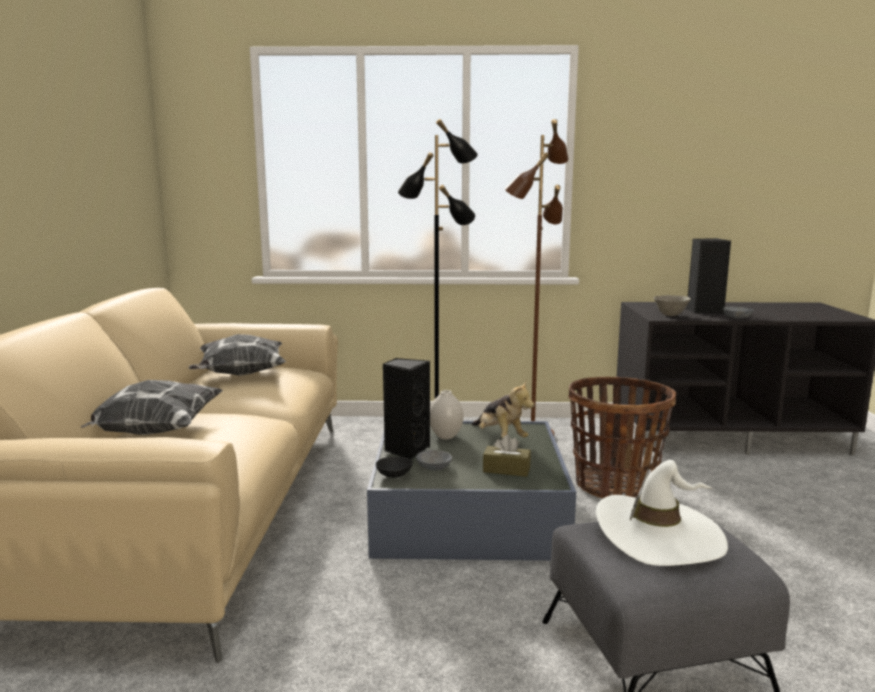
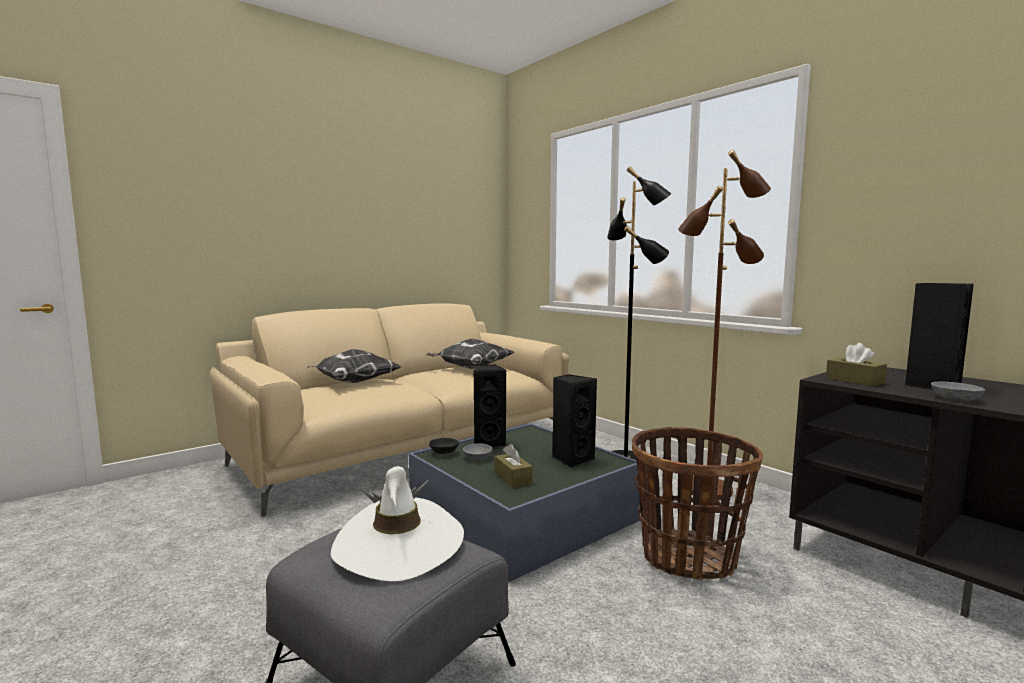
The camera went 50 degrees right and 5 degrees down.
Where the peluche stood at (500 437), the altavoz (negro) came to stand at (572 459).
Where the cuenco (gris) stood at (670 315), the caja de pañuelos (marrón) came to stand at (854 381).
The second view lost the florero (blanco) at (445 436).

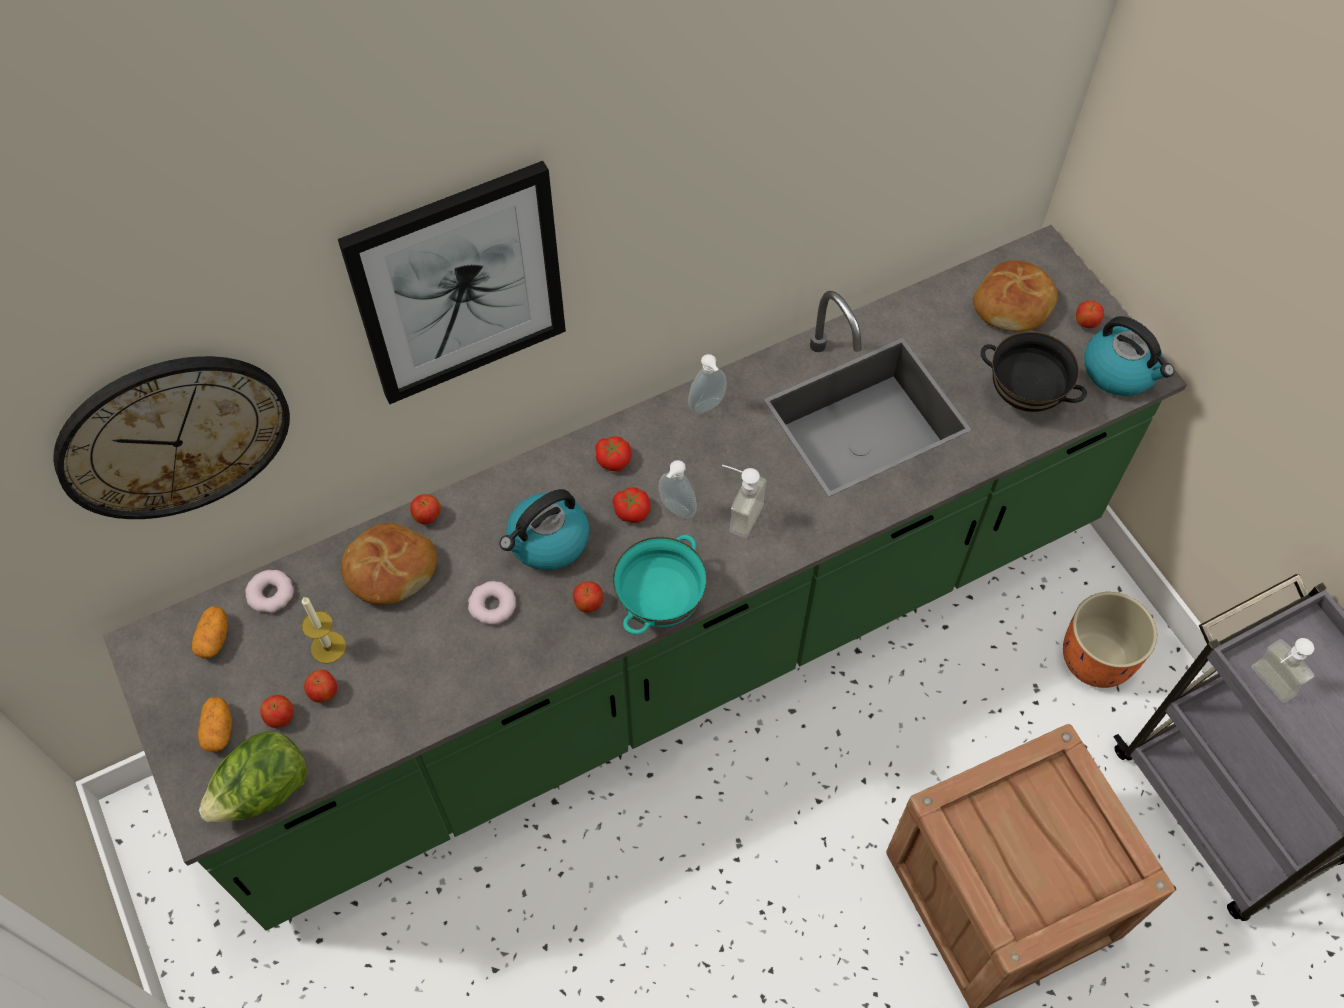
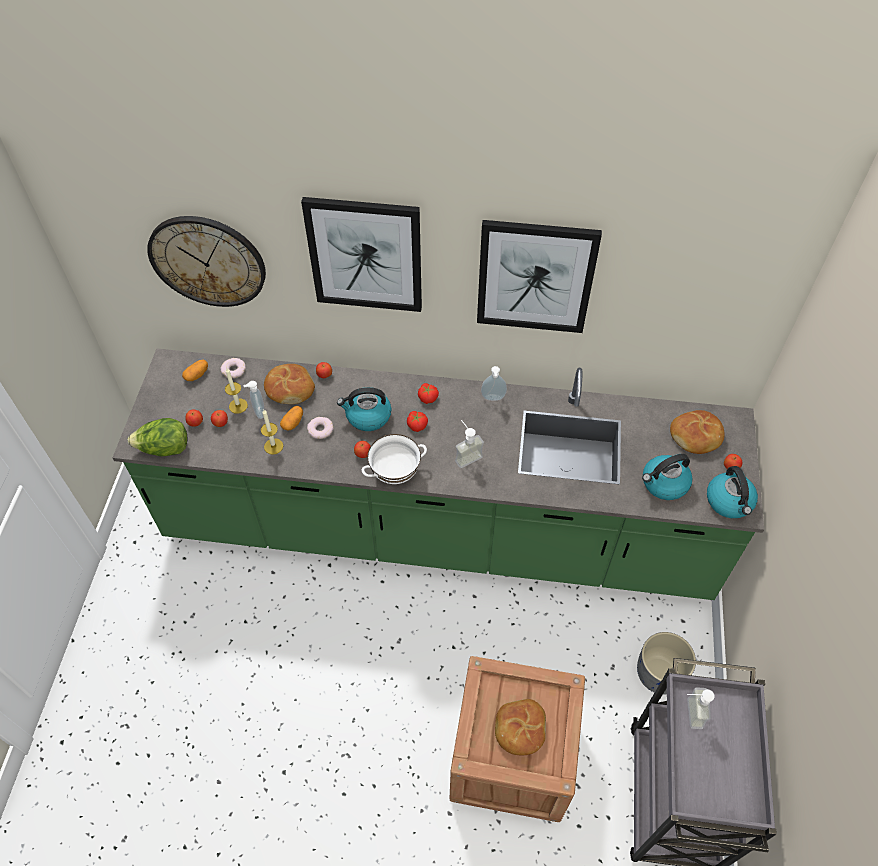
The camera went 35 degrees right and 5 degrees down.
The dispensador de jabón ended up elsewhere, having gone from (675 510) to (258 412).
The second view gained the vela at (273 446).
The patata ended up elsewhere, having gone from (219 730) to (293 422).
What was the cuenco (turquesa) at (661 604) turned into the cuenco (blanco) at (395 474).
The second view gained the cuadro at (535 277).
The second view gained the pan at (519 729).
What was the maceta (naranja) at (1097 659) turned into the maceta (gris) at (659 674).
Where the cuenco (negro) stood at (1025 395), the hervidor came to stand at (664 484).

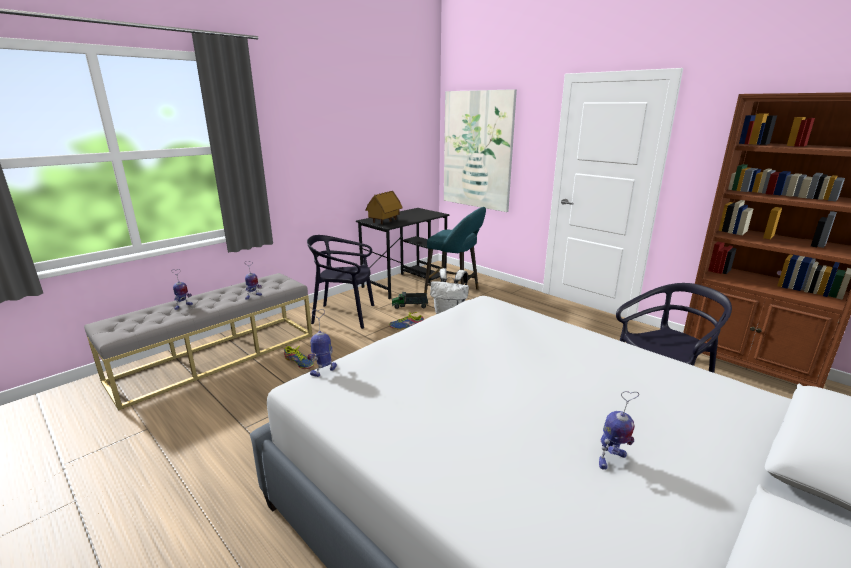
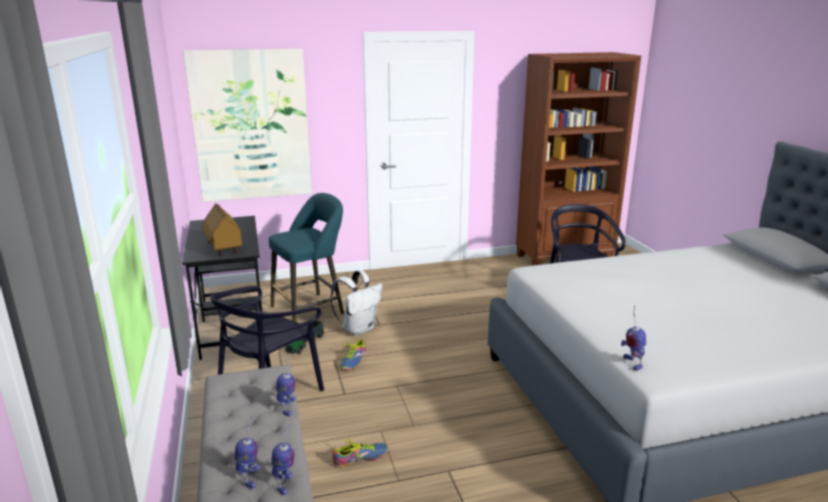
The camera went 60 degrees left and 0 degrees up.
The robot de juguete ended up elsewhere, having gone from (611 460) to (285 484).

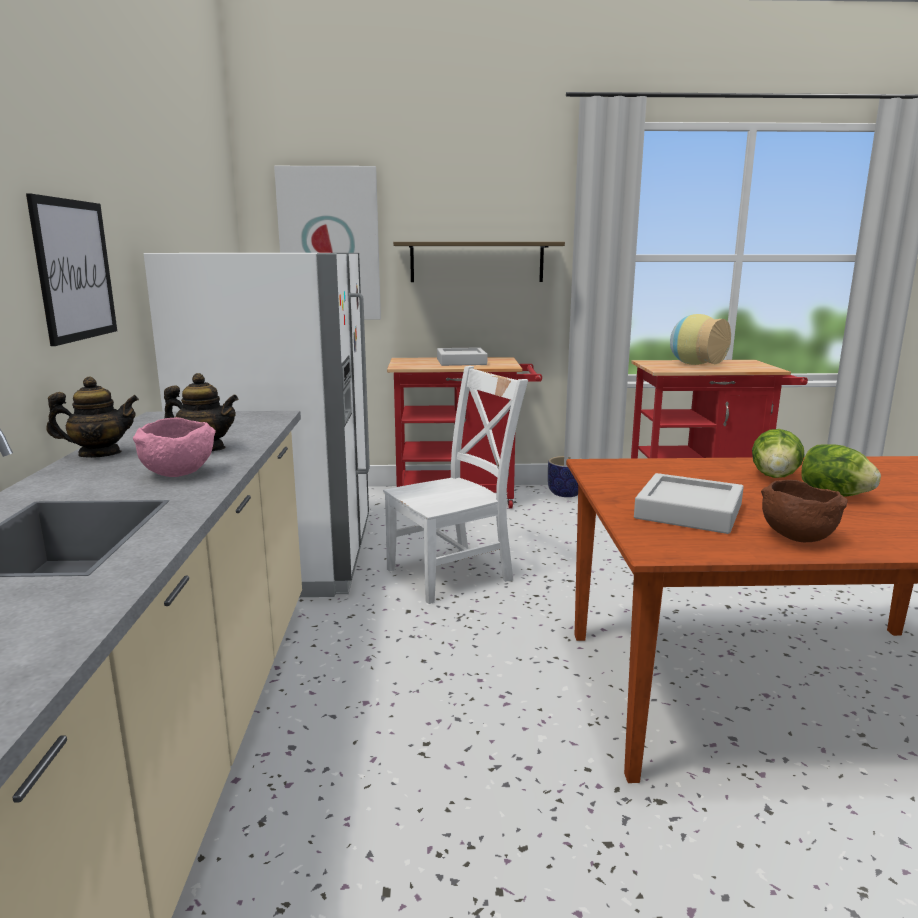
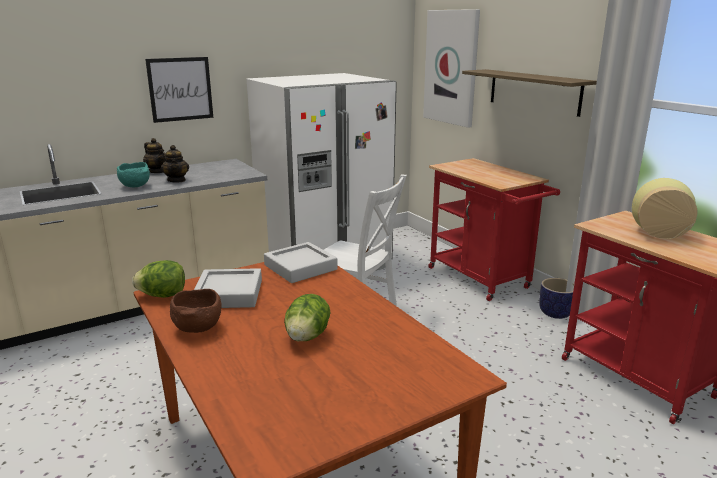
The camera went 60 degrees right and 5 degrees up.
What was the cuenco (rosa) at (179 473) turned into the cuenco (turquesa) at (136 186).
The lechuga ended up elsewhere, having gone from (774 476) to (163 295).
The bandeja (gris) ended up elsewhere, having gone from (461 362) to (300 267).

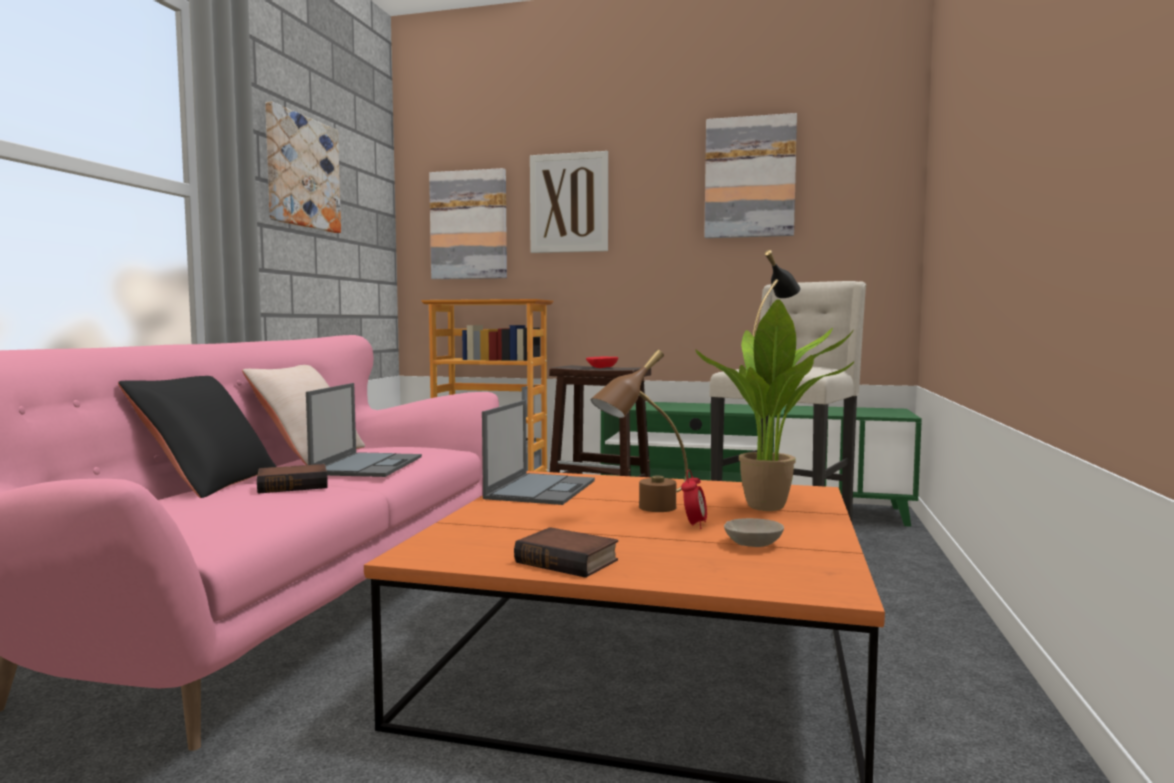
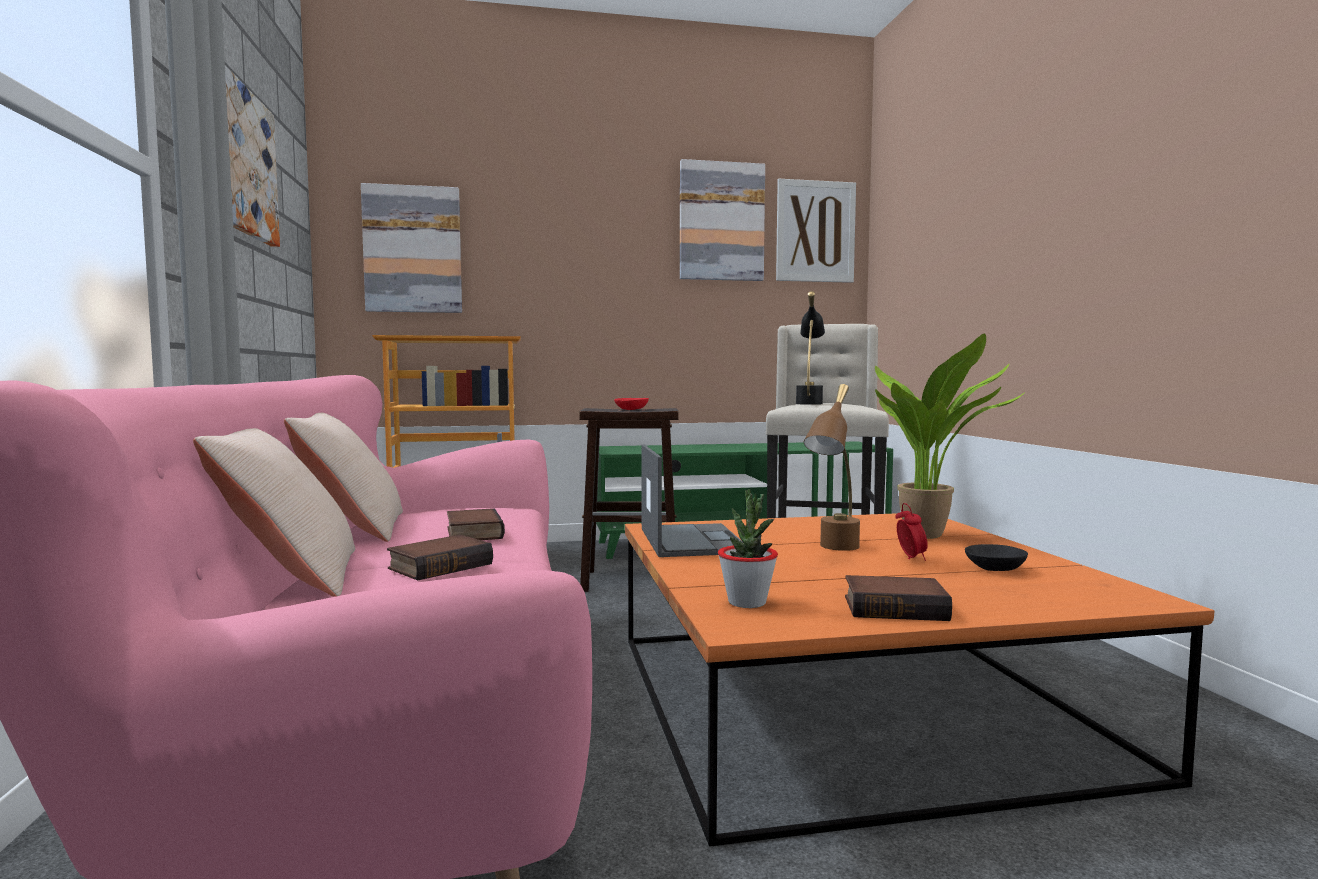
The camera went 25 degrees left and 0 degrees up.
What was the cojín (negro) at (207 483) turned into the cojín (beis) at (289 577).
Where the portátil stood at (368 465), the libro came to stand at (472 533).
The second view gained the planta en maceta at (747 602).
The cuadro ended up elsewhere, having gone from (569 203) to (815 231).
What was the cuenco (beis) at (755 544) turned into the cuenco (negro) at (997 569).

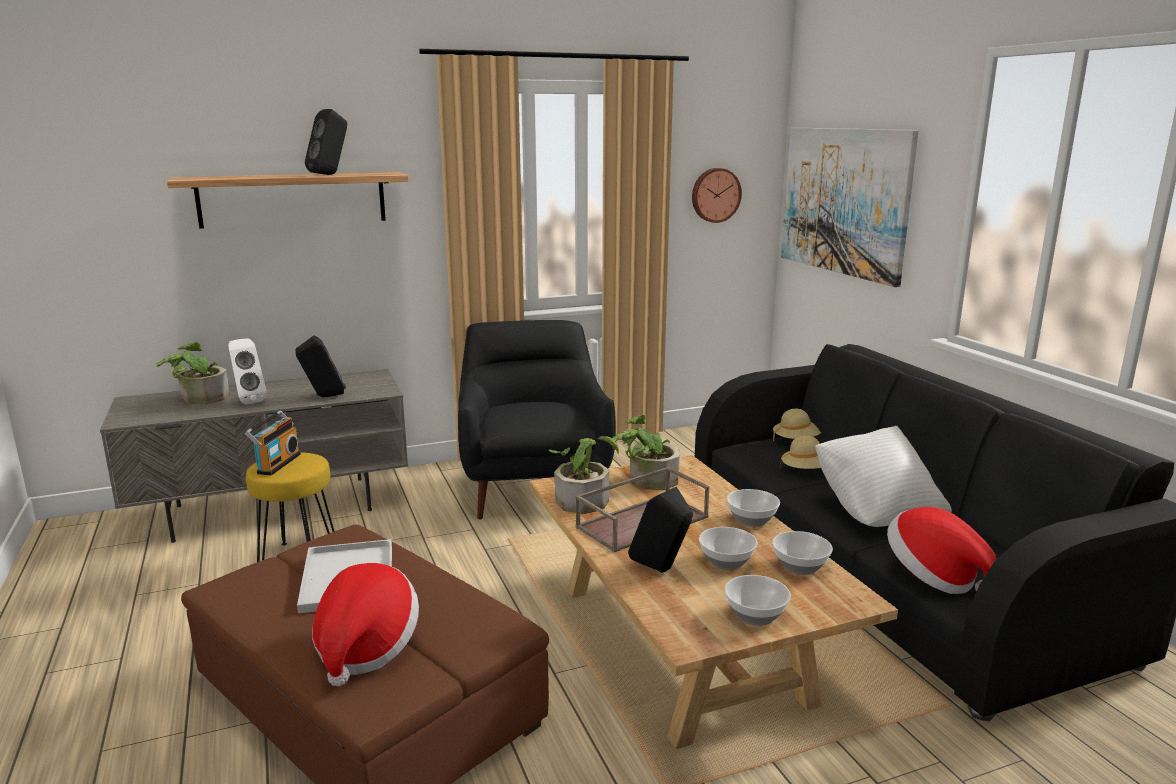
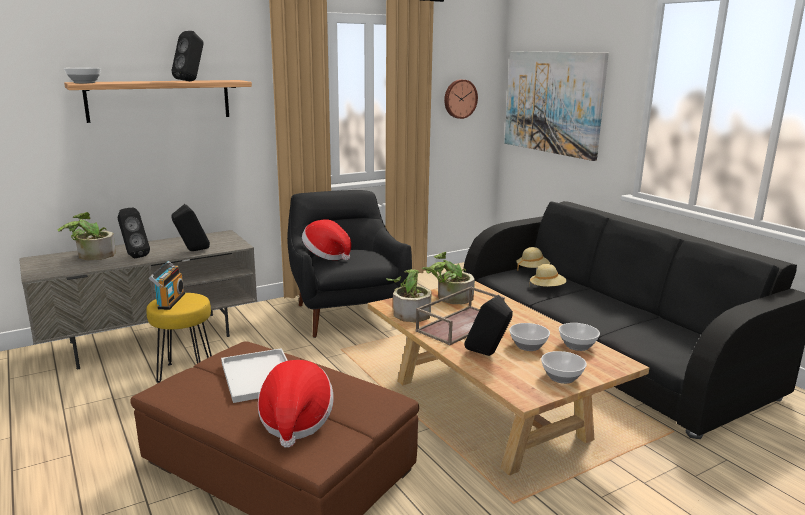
The camera went 10 degrees left and 0 degrees up.
The cuenco ended up elsewhere, having gone from (752 519) to (85 82).
What was the altavoz (blanco) at (248 401) turned into the altavoz (negro) at (133 256).
The sombrero ended up elsewhere, having gone from (933 576) to (327 255).
The second view lost the cojín (blanco) at (876 511).

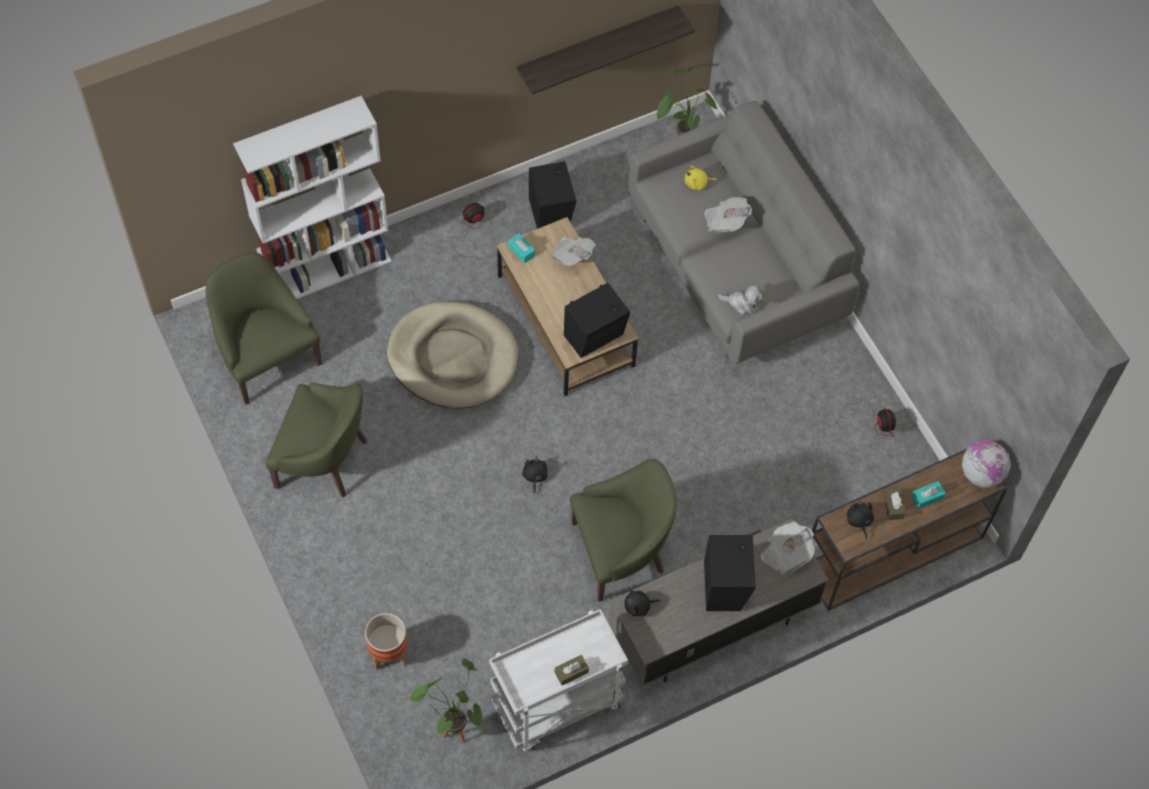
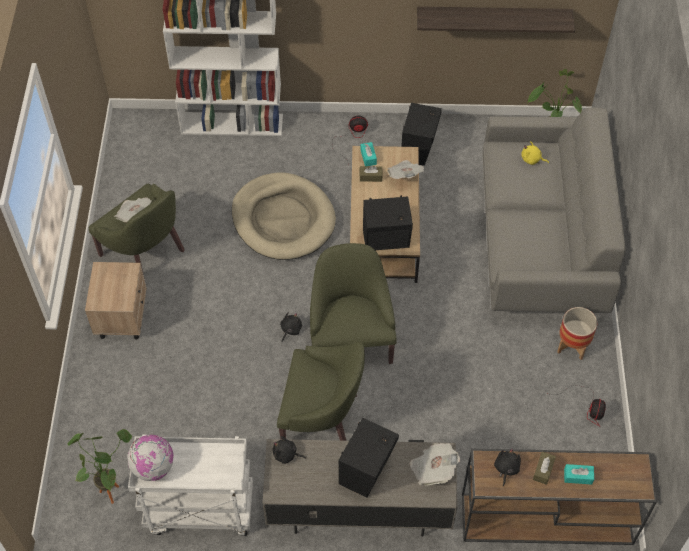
The camera went 30 degrees right and 5 degrees down.
The second view gained the mesita de noche (beis) at (122 317).
The periódico ended up elsewhere, having gone from (725 221) to (134 215).
The globo terráqueo ended up elsewhere, having gone from (981 474) to (153 467).
The sillón (verde) ended up elsewhere, having gone from (266 358) to (350 339).
The caja de pañuelos (marrón) ended up elsewhere, having gone from (571 672) to (370 177).
The maceta ended up elsewhere, having gone from (388 653) to (572 346).
The second view lost the peluche at (742 303).

